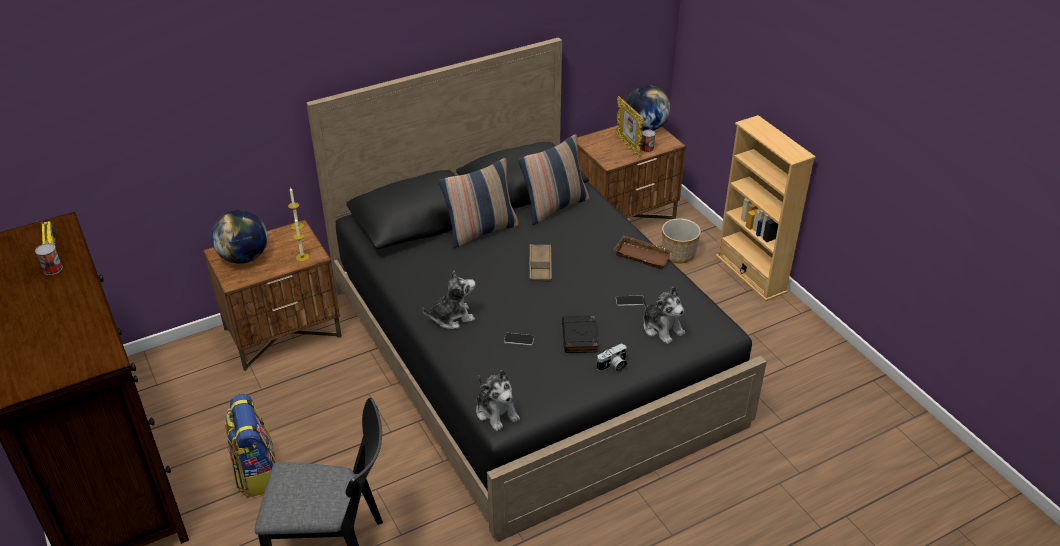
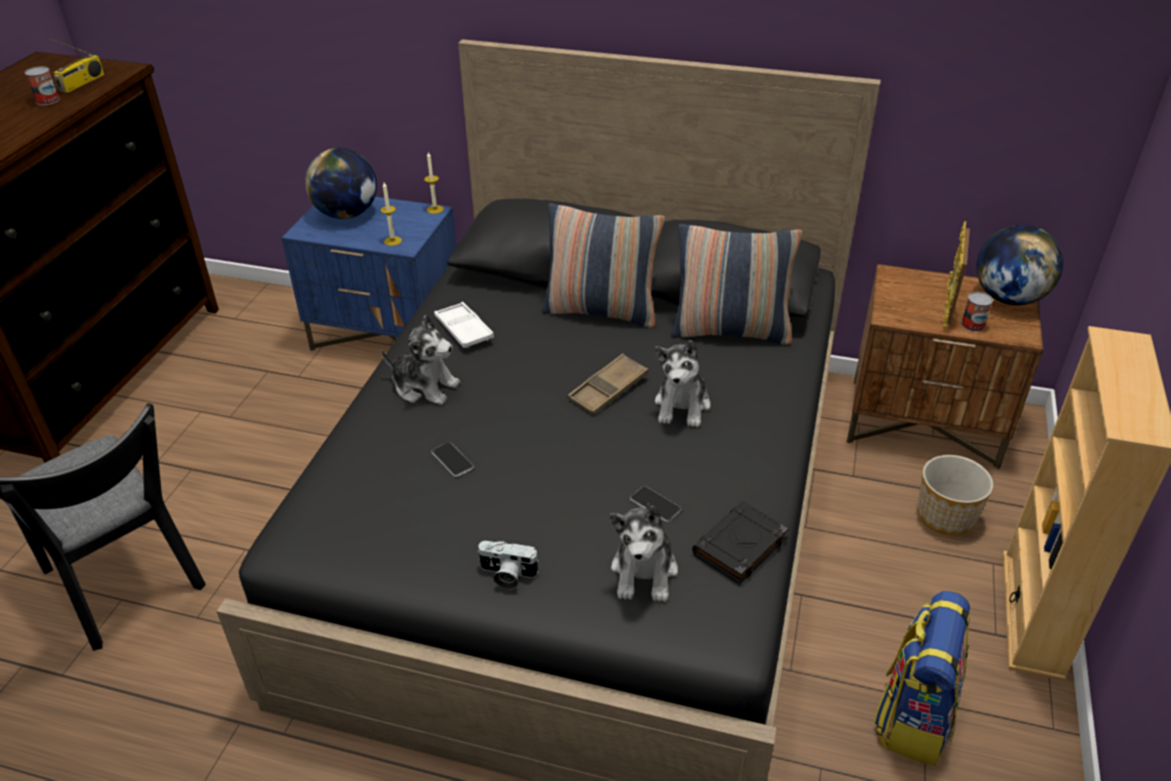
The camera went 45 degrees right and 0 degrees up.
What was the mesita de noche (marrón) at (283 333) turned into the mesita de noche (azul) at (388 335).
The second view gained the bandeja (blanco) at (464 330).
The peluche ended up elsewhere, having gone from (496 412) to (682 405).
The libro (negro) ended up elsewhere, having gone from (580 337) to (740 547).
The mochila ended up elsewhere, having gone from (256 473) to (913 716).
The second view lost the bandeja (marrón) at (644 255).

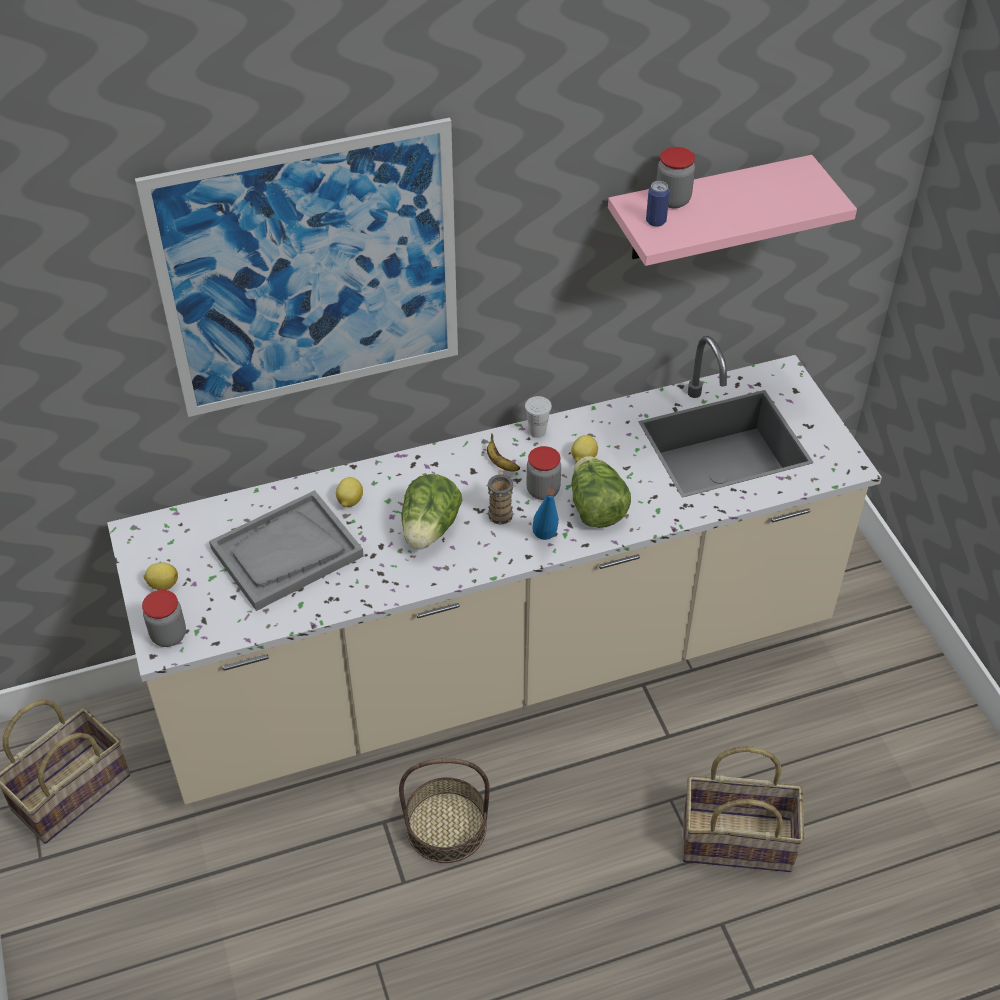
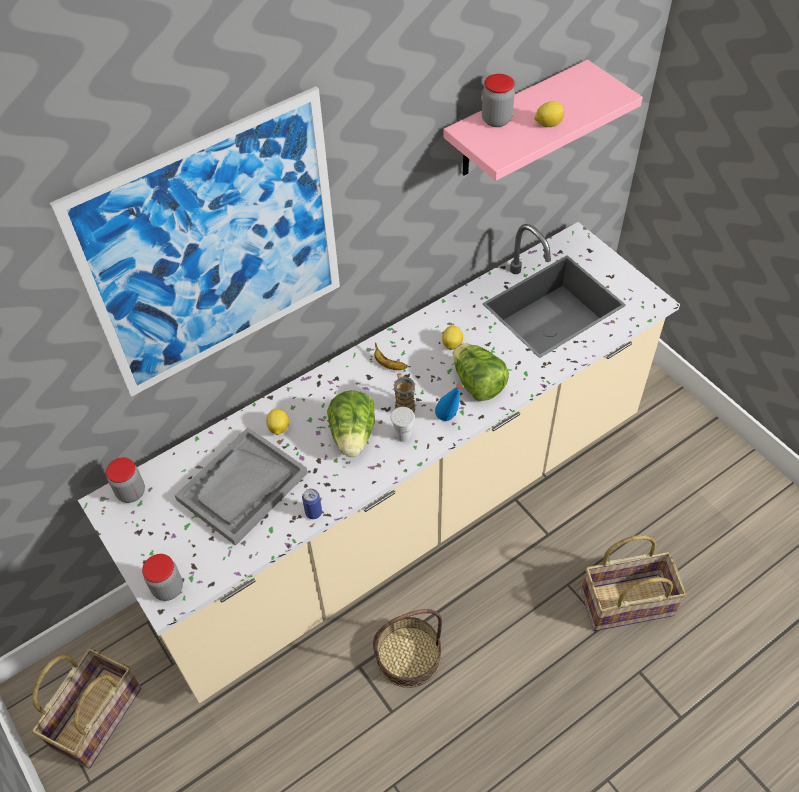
The camera went 15 degrees left and 5 degrees up.
The tarro ended up elsewhere, having gone from (543 490) to (131 492).
The lata ended up elsewhere, having gone from (656 221) to (313 512).
The taza (blanco) ended up elsewhere, having gone from (537 431) to (403 435).
The limón ended up elsewhere, having gone from (162 584) to (548 124).

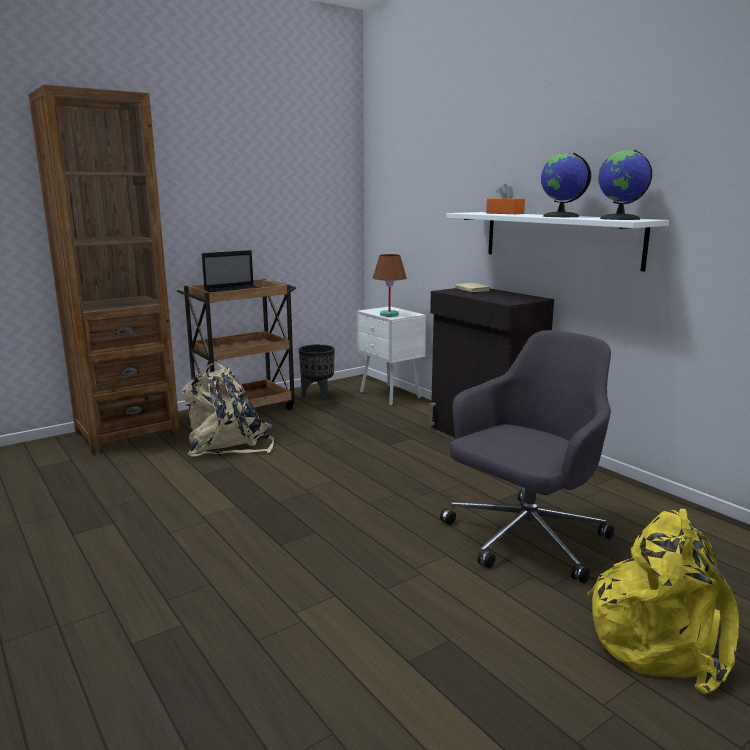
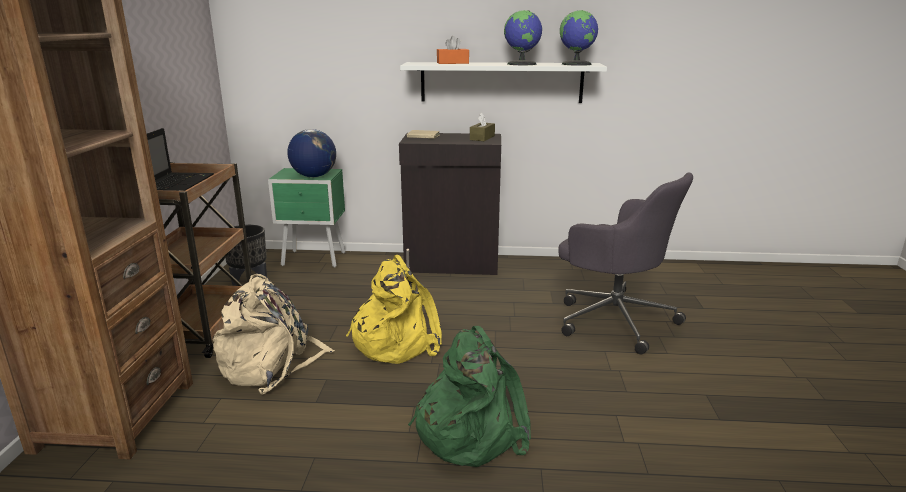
The camera went 50 degrees left and 5 degrees up.
What was the mesita de noche (blanco) at (390 396) turned into the mesita de noche (verde) at (315 259).
Where the lámpara de mesa (marrón) stood at (389 315), the globo terráqueo came to stand at (314 176).
The mochila (amarillo) ended up elsewhere, having gone from (661 638) to (396 341).
The second view gained the mochila (verde) at (469 430).
The second view gained the caja de pañuelos (marrón) at (482 138).
The silla de oficina (gris) at (524 539) ended up facing another way, 135 degrees clockwise from before.

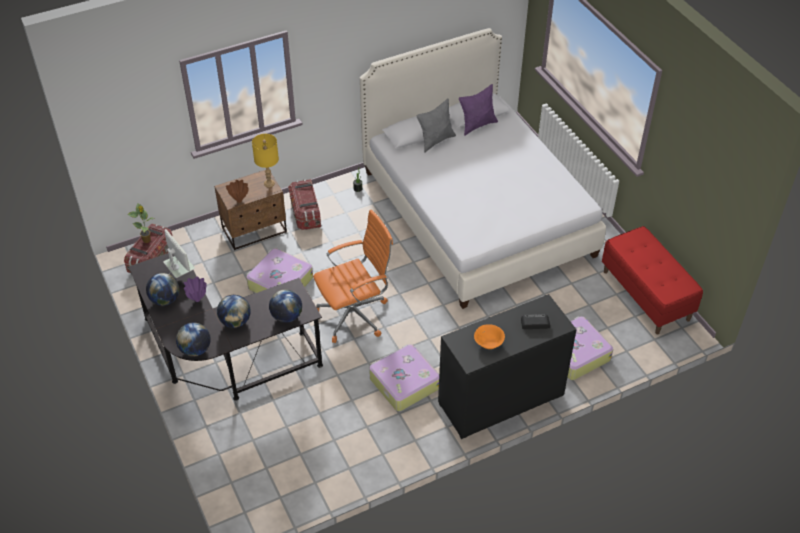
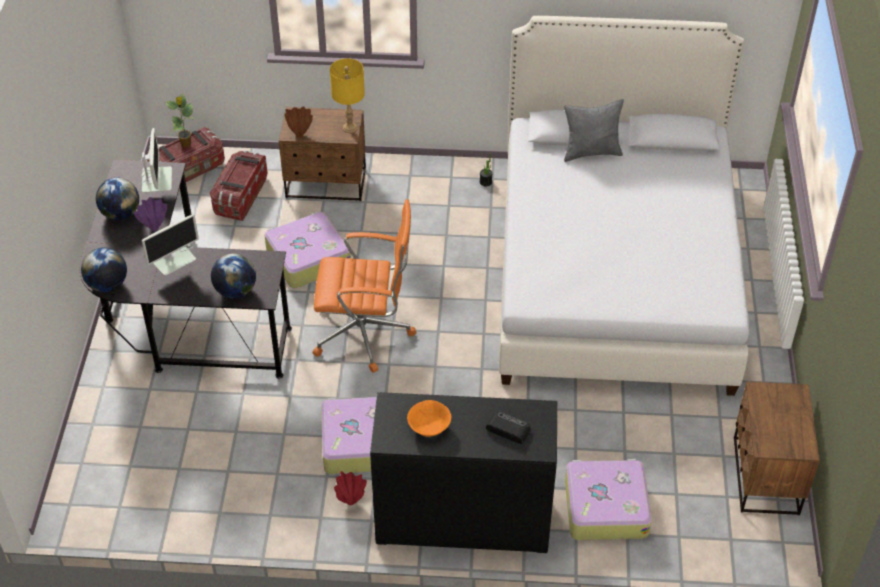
The camera went 30 degrees right and 0 degrees up.
Where the globo terráqueo stood at (235 321), the monitor came to stand at (175 272).
The caja de almacenaje ended up elsewhere, having gone from (305 213) to (240 197).
The second view gained the florero (rojo) at (351 502).
Where the banco (rojo) stood at (646 295), the mesita de noche (marrón) came to stand at (764 476).
The second view lost the cojín (morado) at (477 125).

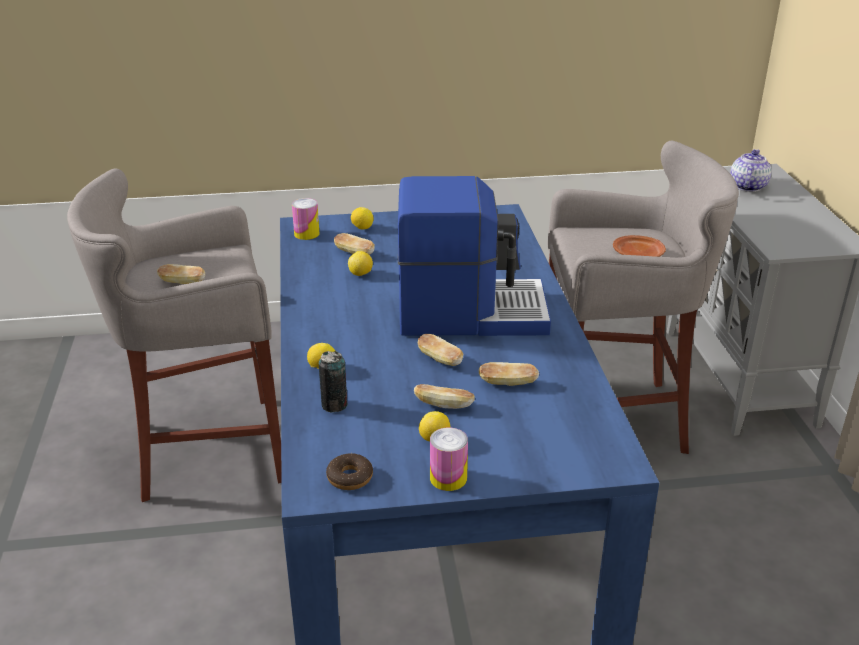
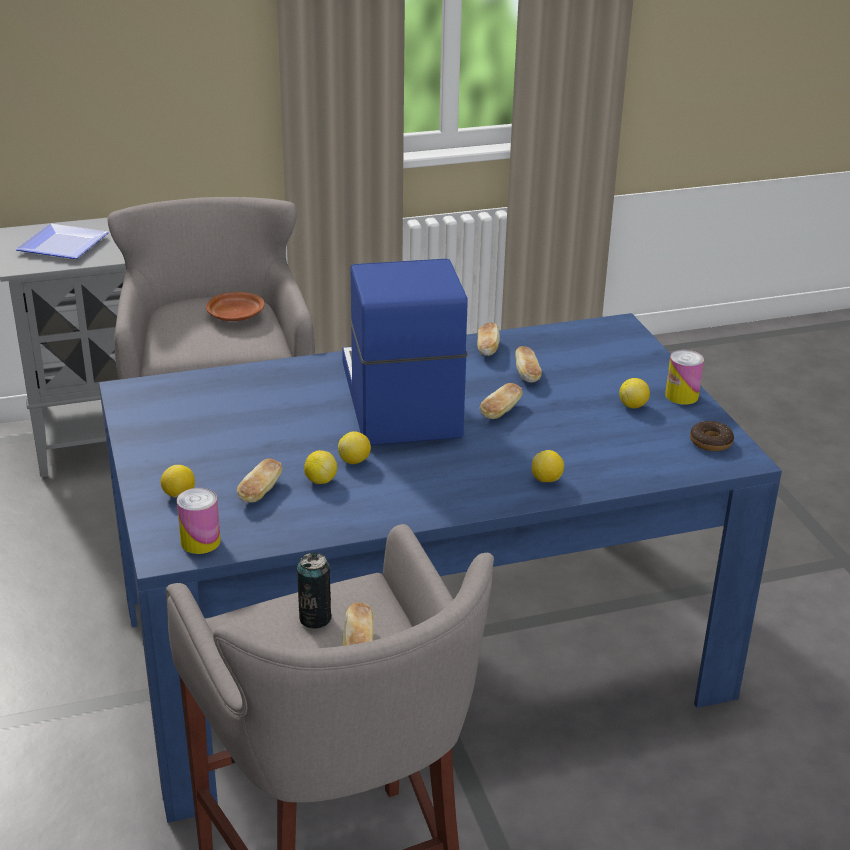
The camera went 100 degrees left and 0 degrees up.
Where the tetera stood at (747 186), the plato came to stand at (64 246).
The lata ended up elsewhere, having gone from (334 405) to (315 618).
The second view gained the limón at (354 461).
The pan ended up elsewhere, having gone from (443 405) to (487 349).

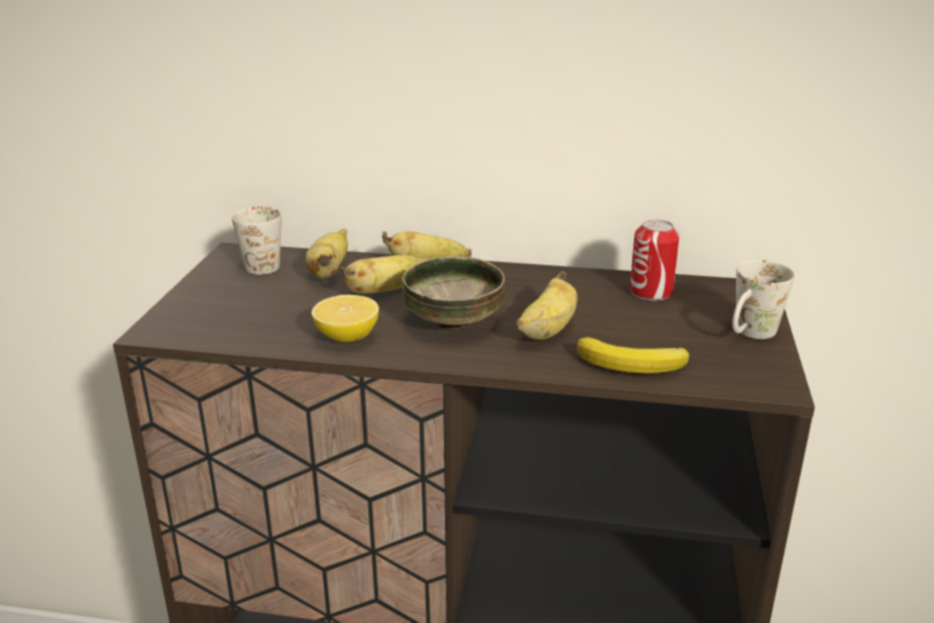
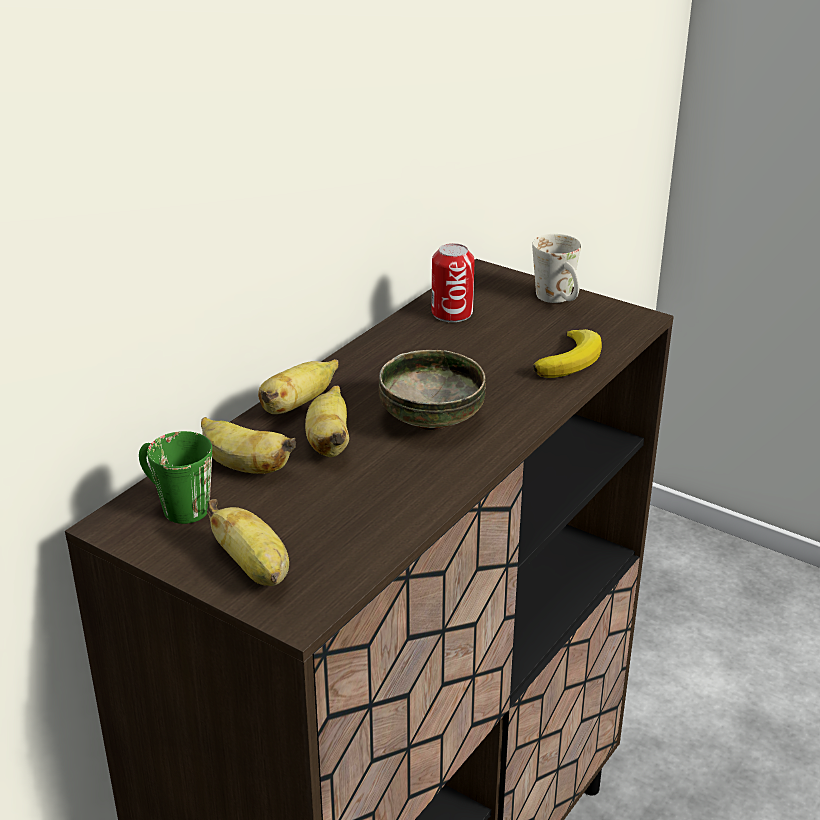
The camera went 65 degrees left and 5 degrees up.
What was the taza grande (blanco) at (266 263) turned into the taza grande (verde) at (175 505).
The plátano ended up elsewhere, having gone from (547 331) to (254 569).
The second view lost the limón at (347 337).

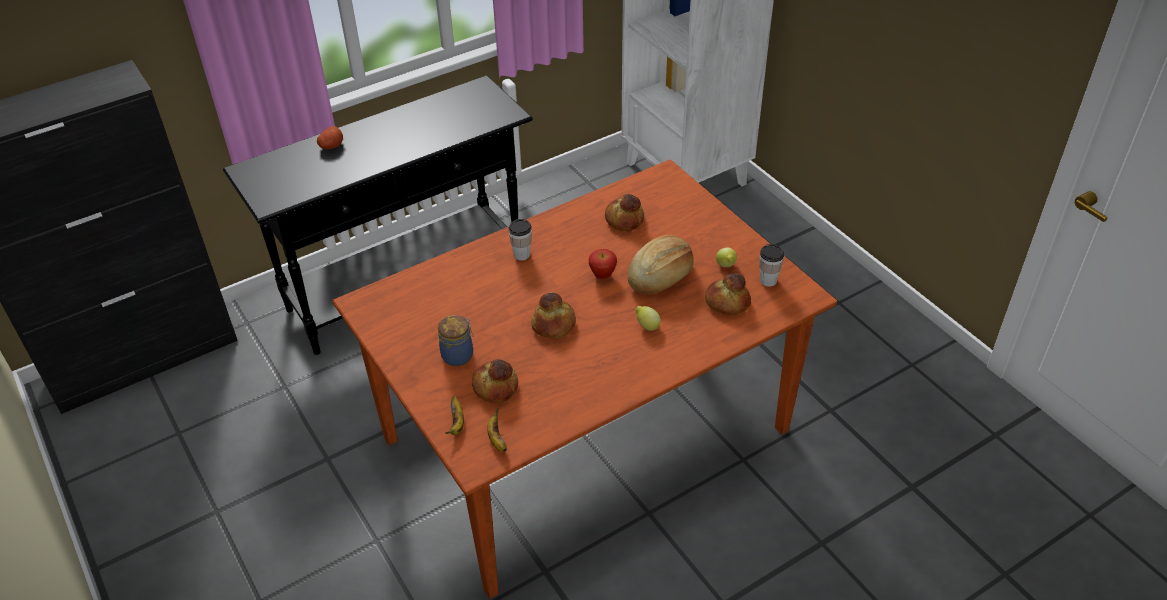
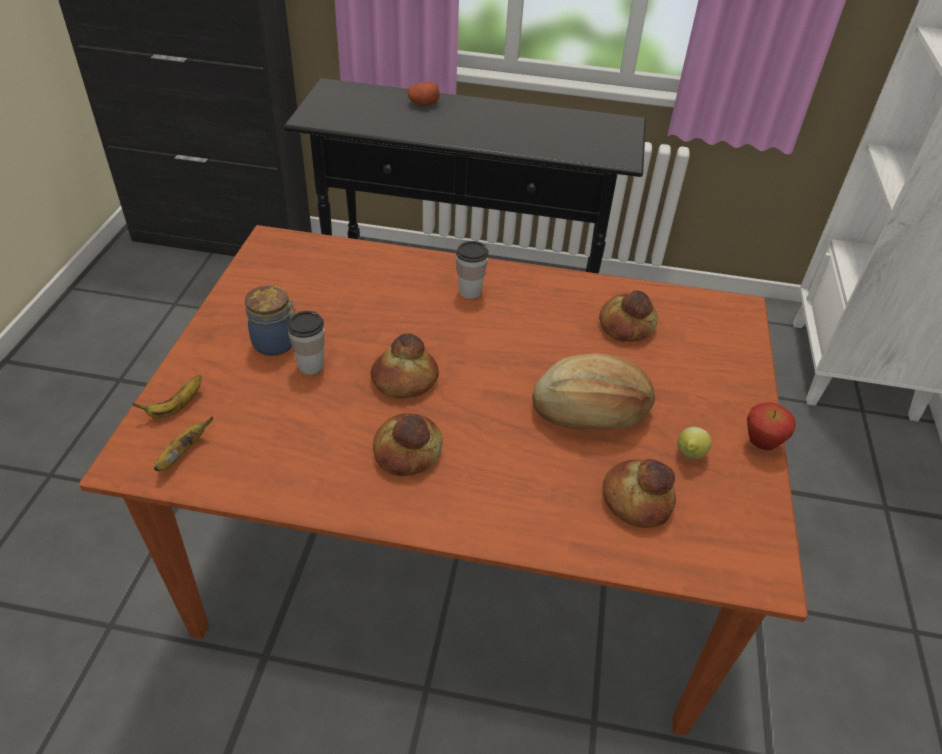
The camera went 40 degrees right and 0 degrees up.
The taza ended up elsewhere, having gone from (768 280) to (311 365).
The pan ended up elsewhere, having gone from (495 387) to (407 451).
The manzana ended up elsewhere, having gone from (602 276) to (761 444).
The second view lost the limón at (647 326).

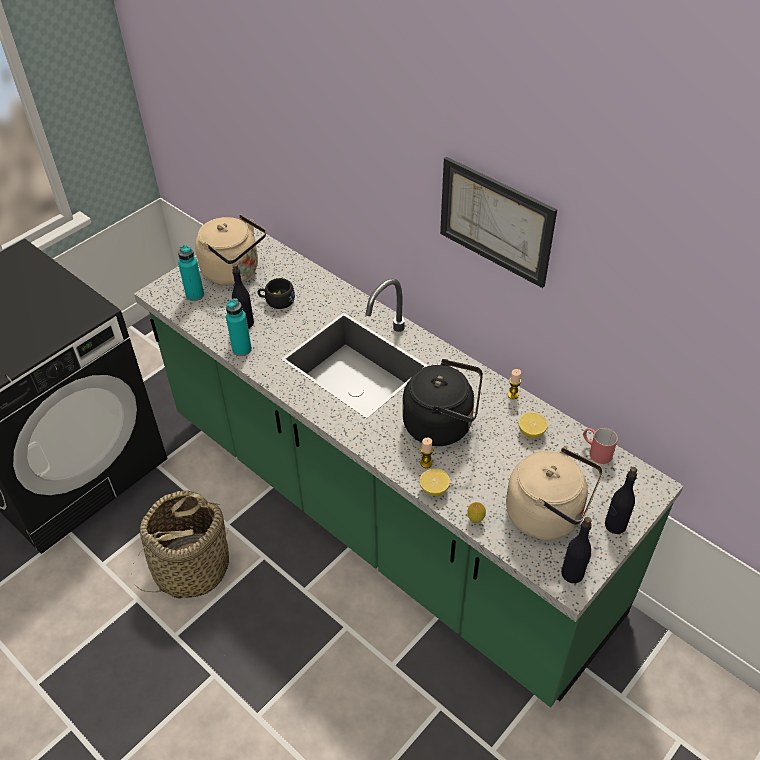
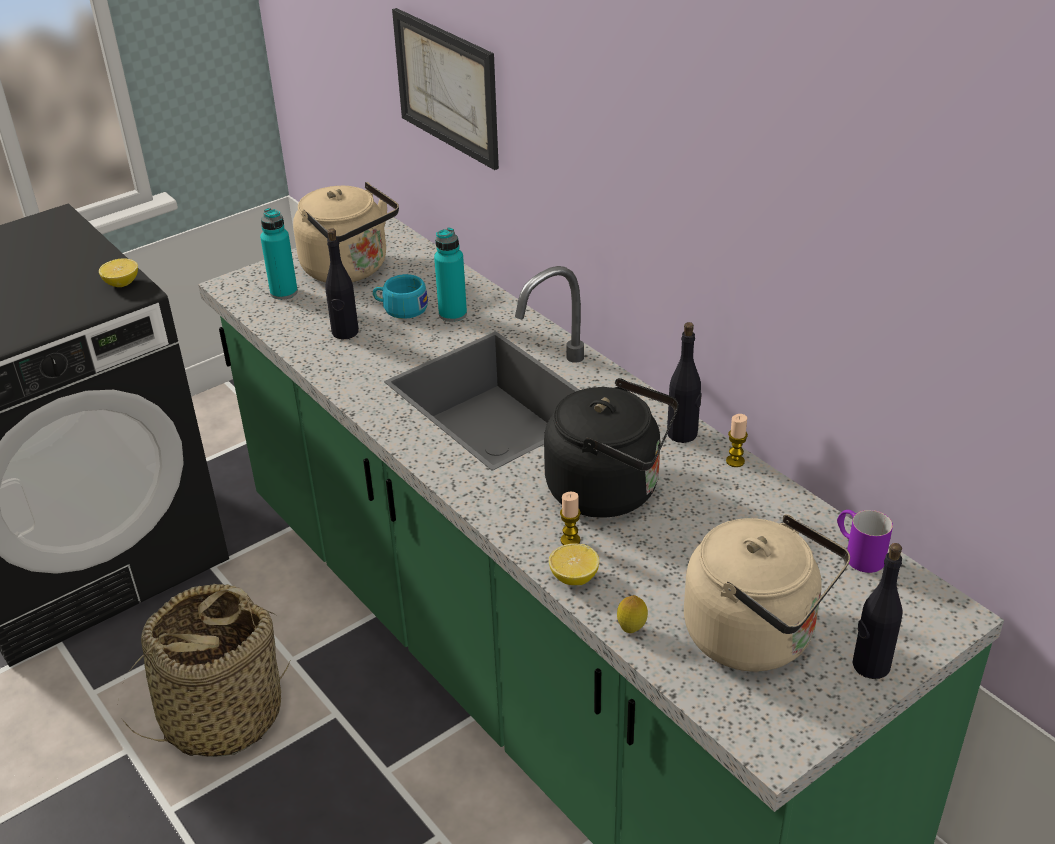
The camera went 10 degrees right and 10 degrees down.
The limón ended up elsewhere, having gone from (531 432) to (122 283).
What was the taza (negro) at (277 300) turned into the taza (turquesa) at (400 308).
The cuadro ended up elsewhere, having gone from (496 221) to (447 87).
The botella (turquesa) ended up elsewhere, having gone from (242 349) to (452 314).
The botella (negro) ended up elsewhere, having gone from (573 573) to (682 434).
What was the taza grande (rojo) at (595 451) turned into the taza grande (morado) at (857 553).

